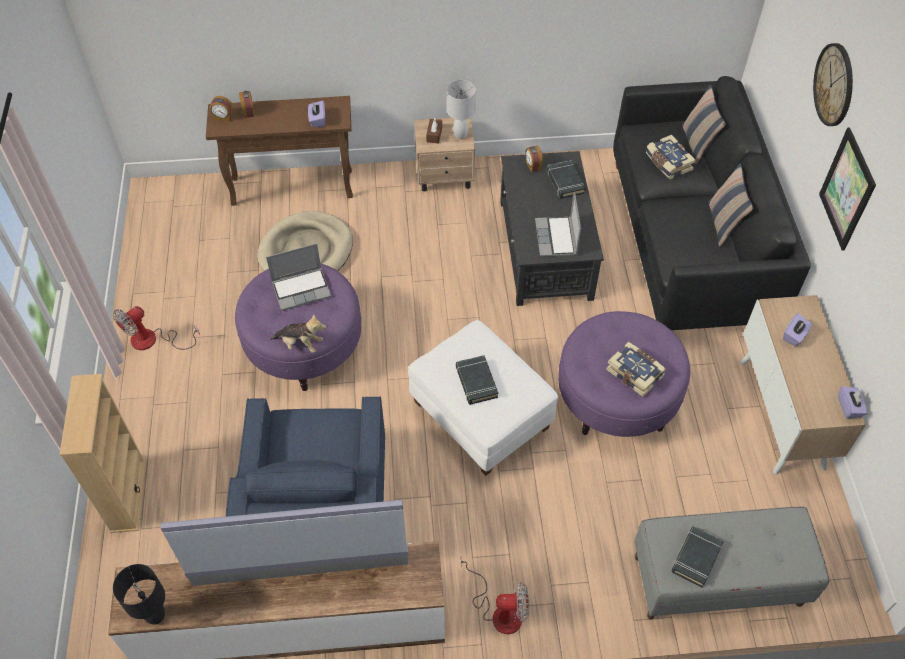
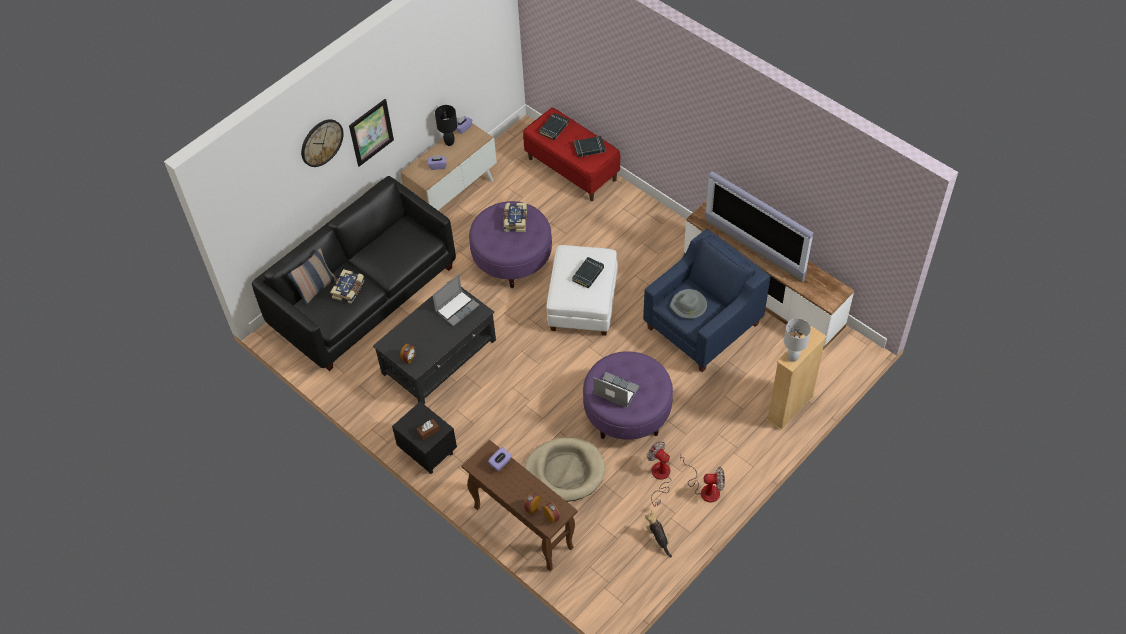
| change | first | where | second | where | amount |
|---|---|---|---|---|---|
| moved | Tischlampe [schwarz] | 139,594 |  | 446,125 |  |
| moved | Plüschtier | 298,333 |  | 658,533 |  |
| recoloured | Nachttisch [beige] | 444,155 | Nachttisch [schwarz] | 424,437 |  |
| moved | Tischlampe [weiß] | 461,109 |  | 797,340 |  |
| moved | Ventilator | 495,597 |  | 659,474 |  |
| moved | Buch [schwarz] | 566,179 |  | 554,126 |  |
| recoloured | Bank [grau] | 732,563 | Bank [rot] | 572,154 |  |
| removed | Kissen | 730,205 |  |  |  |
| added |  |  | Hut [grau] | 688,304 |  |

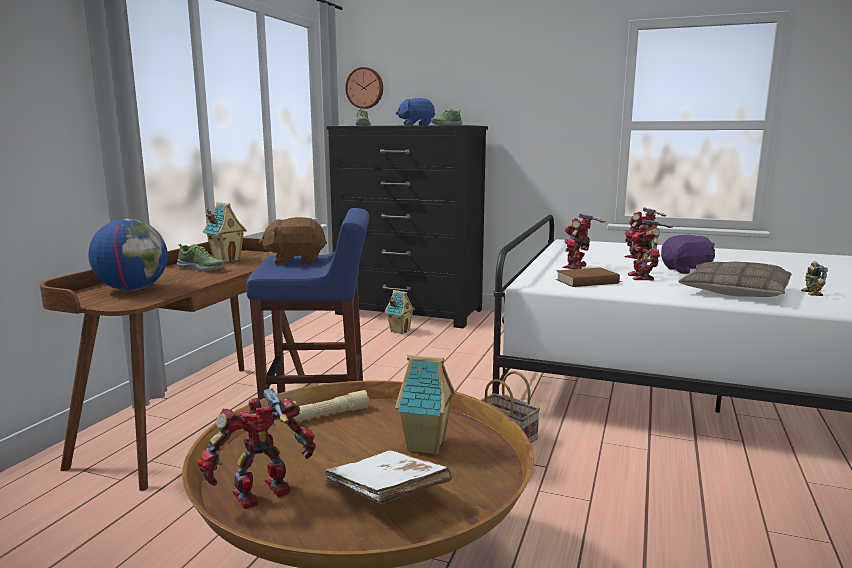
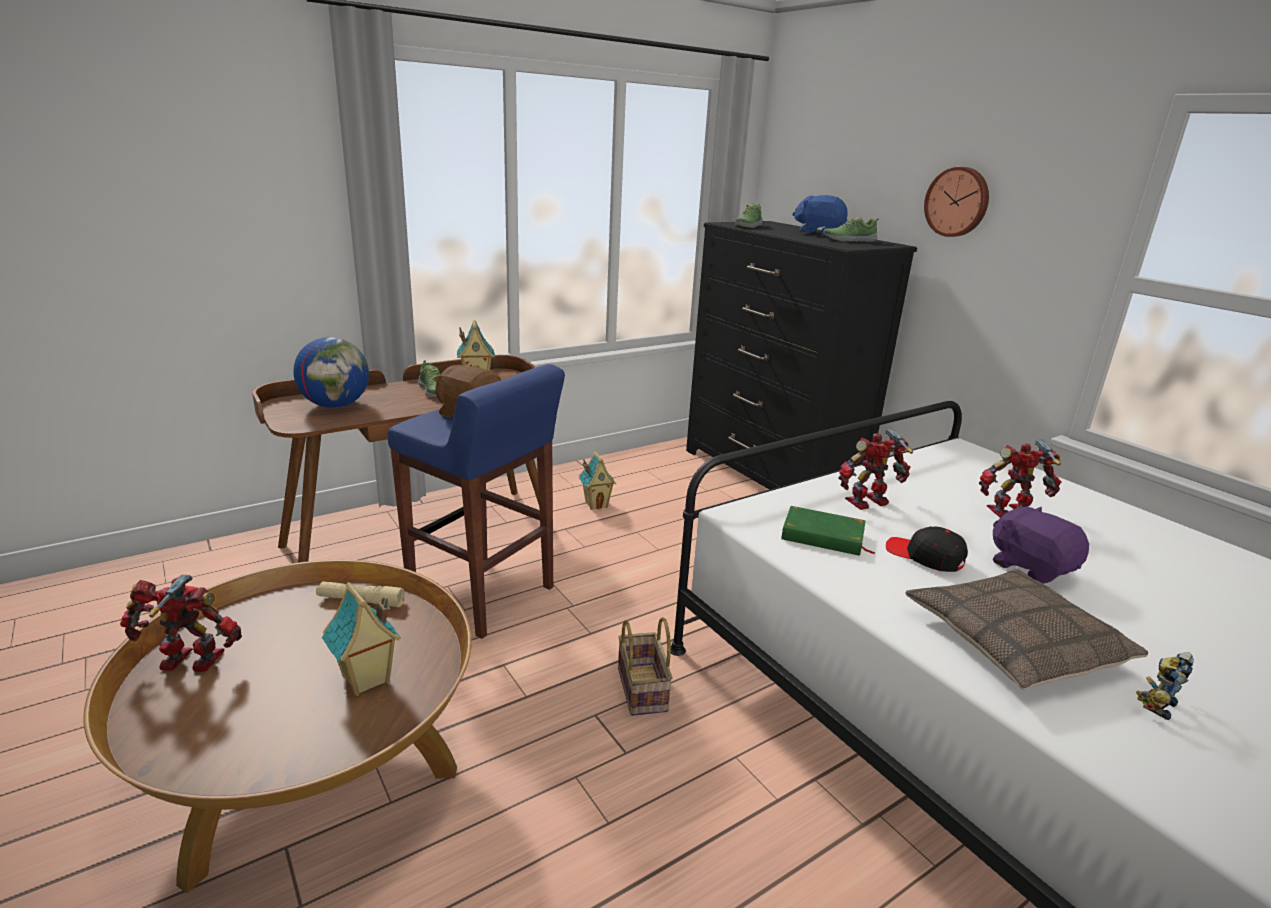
| change | first | where | second | where | amount |
|---|---|---|---|---|---|
| removed | Buch [weiß] | 388,477 |  |  |  |
| moved | Wanduhr | 364,88 |  | 956,202 |  |
| moved | Spielzeughaus | 400,312 |  | 597,480 |  |
| recoloured | Buch [braun] | 589,277 | Buch [grün] | 828,531 |  |
| replaced | Spielzeugroboter | 650,249 | Kappe [schwarz] | 927,549 |  |
| turned | Plüschtier [lila] | 688,254 |  | 1041,545 | 150 degrees counterclockwise |

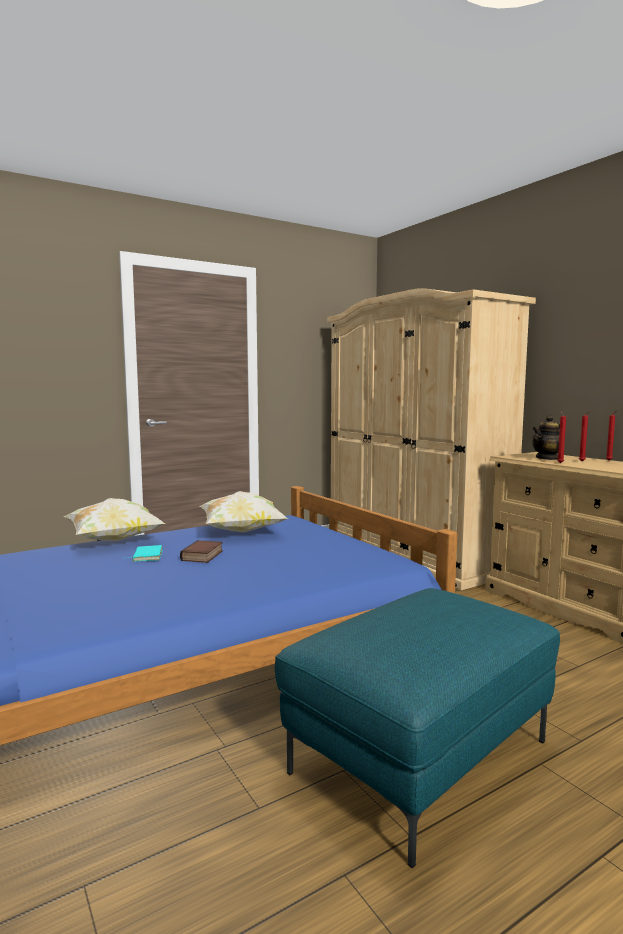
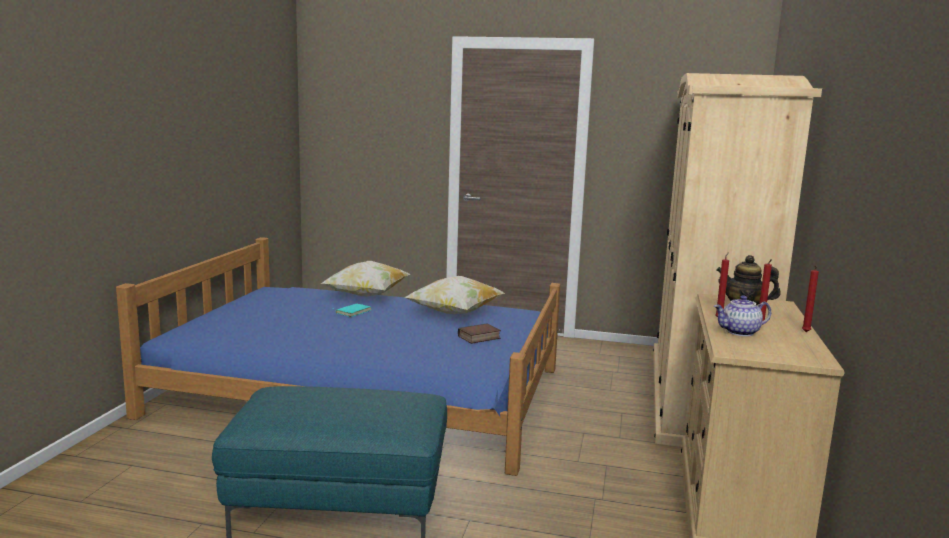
| change | first | where | second | where | amount |
|---|---|---|---|---|---|
| moved | Buch | 201,551 |  | 479,334 |  |
| added |  |  | Teekanne | 742,315 |  |

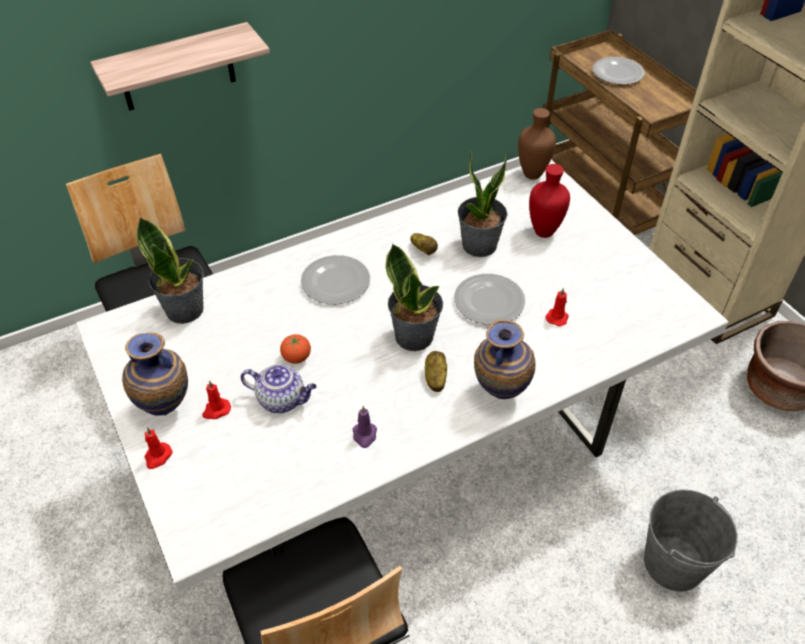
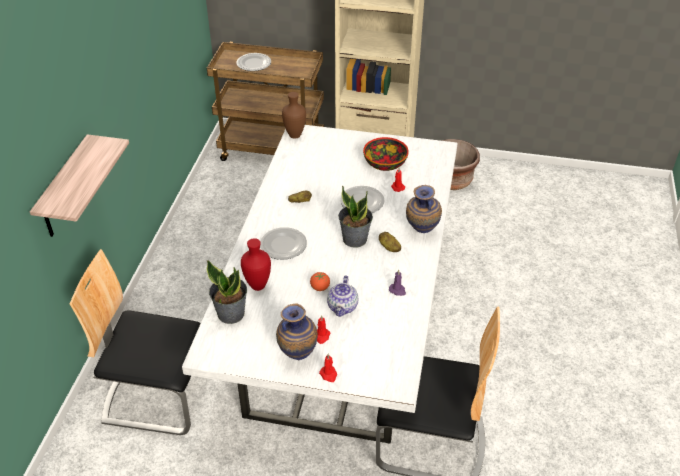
| change | first | where | second | where | amount |
|---|---|---|---|---|---|
| turned | Teekanne | 278,388 |  | 343,296 | 135 degrees clockwise |
| removed | Topfpflanze | 483,204 |  |  |  |
| moved | Vase [rot] | 549,201 |  | 256,264 |  |
| removed | Eimer [grau] | 691,541 |  |  |  |
| added |  |  | Schüssel | 386,154 |  |

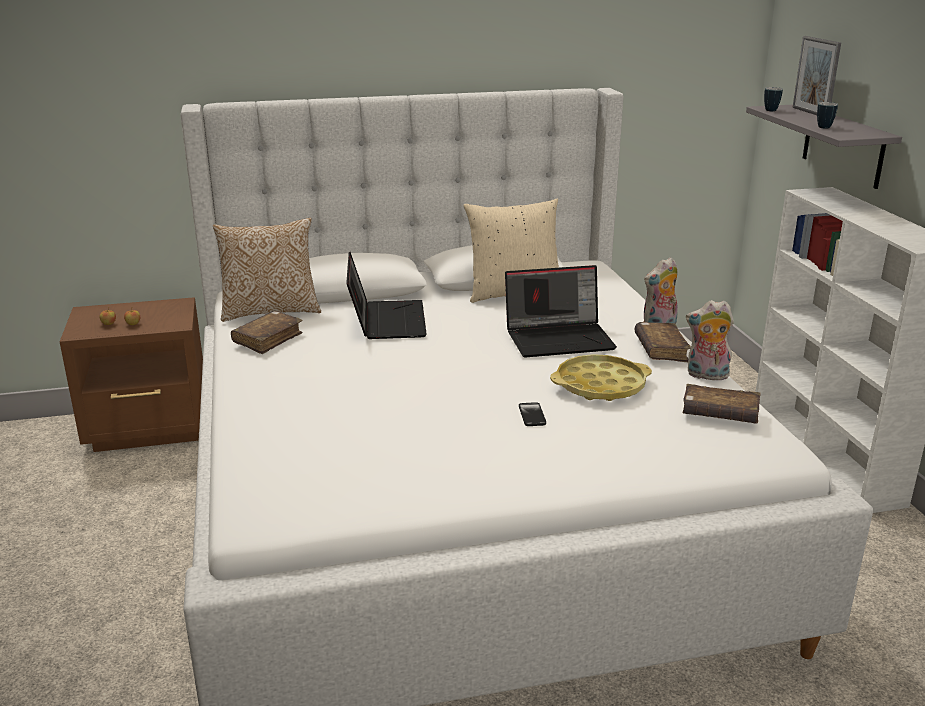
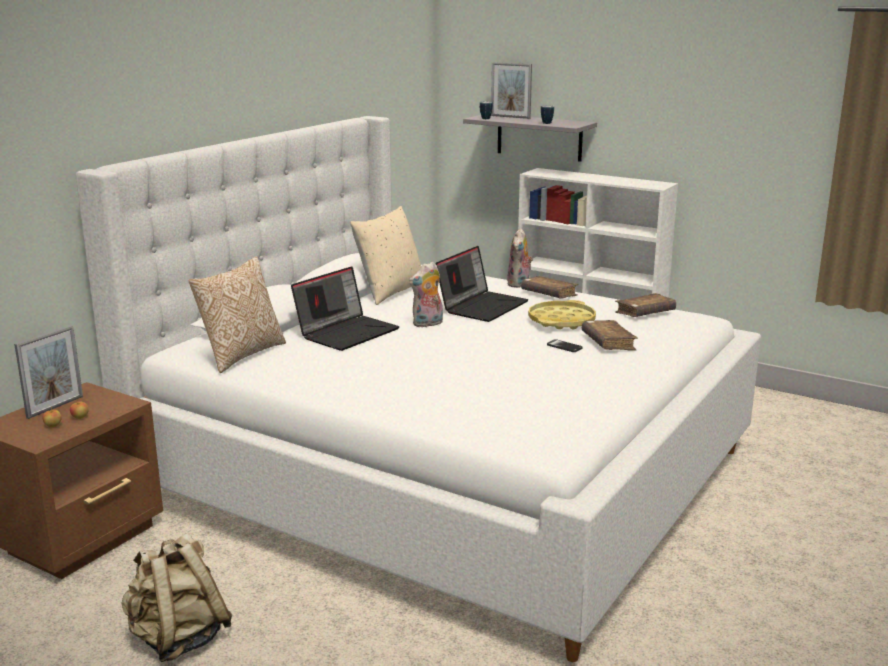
| change | first | where | second | where | amount |
|---|---|---|---|---|---|
| moved | Buch [braun] | 267,332 |  | 610,335 |  |
| turned | Laptop | 386,295 |  | 345,308 | 90 degrees clockwise |
| moved | Plüschtier | 710,340 |  | 426,294 |  |
| added |  |  | Bilderrahmen | 48,372 |  |
| added |  |  | Rucksack [beige] | 177,597 |  |

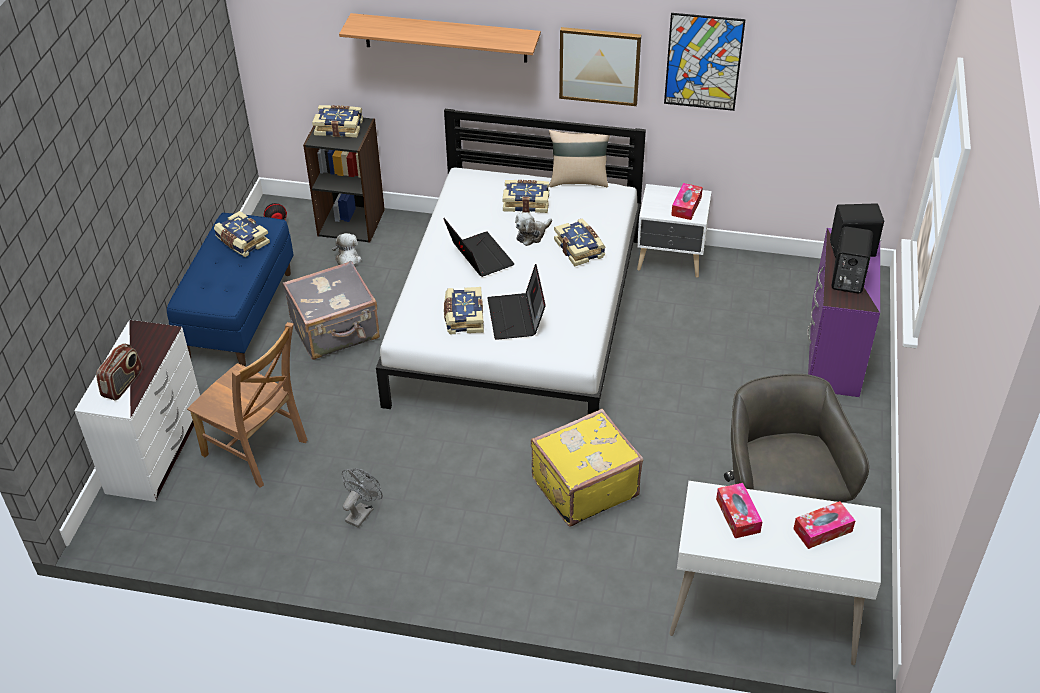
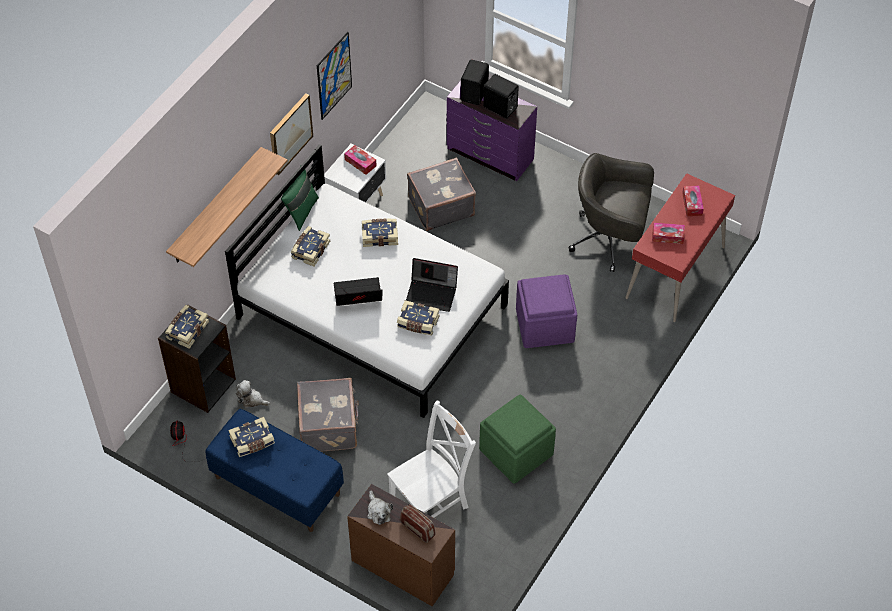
| change | first | where | second | where | amount |
|---|---|---|---|---|---|
| recoloured | Kommode [weiß] | 137,411 | Kommode [braun] | 401,545 |  |
| recoloured | Stuhl [braun] | 247,405 | Stuhl [weiß] | 431,459 |  |
| replaced | Ventilator [grau] | 362,498 | Polsterhocker [grün] | 517,439 |  |
| moved | Plüschtier | 533,229 |  | 380,507 |  |
| replaced | Koffer [gelb] | 587,468 | Polsterhocker [lila] | 546,311 |  |
| recoloured | Kissen [beige] | 579,158 | Kissen [grün] | 300,200 |  |
| recoloured | Schreibtisch [weiß] | 775,573 | Schreibtisch [rot] | 680,247 |  |
| added |  |  | Koffer [grau] | 441,194 |  |

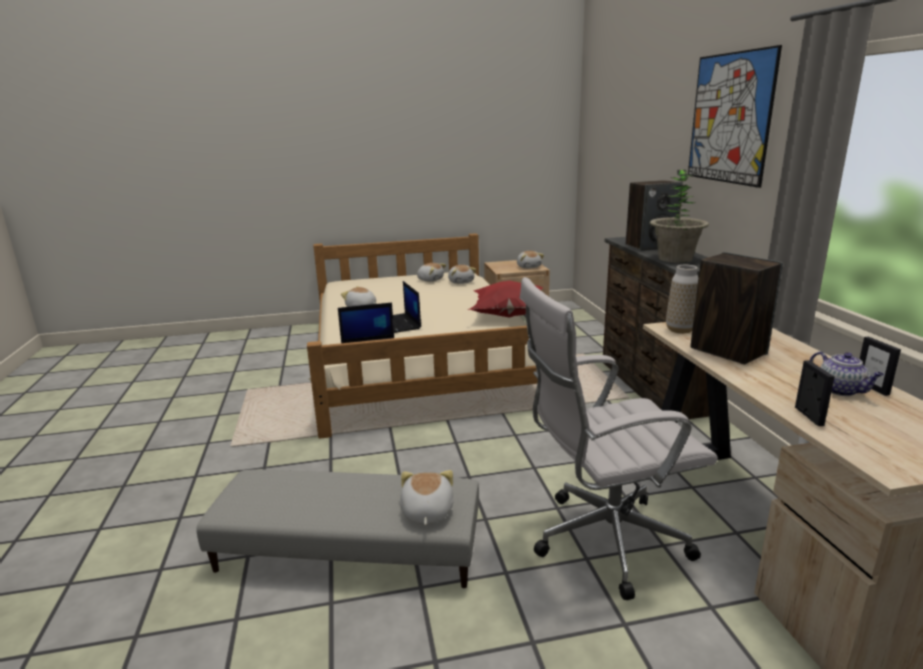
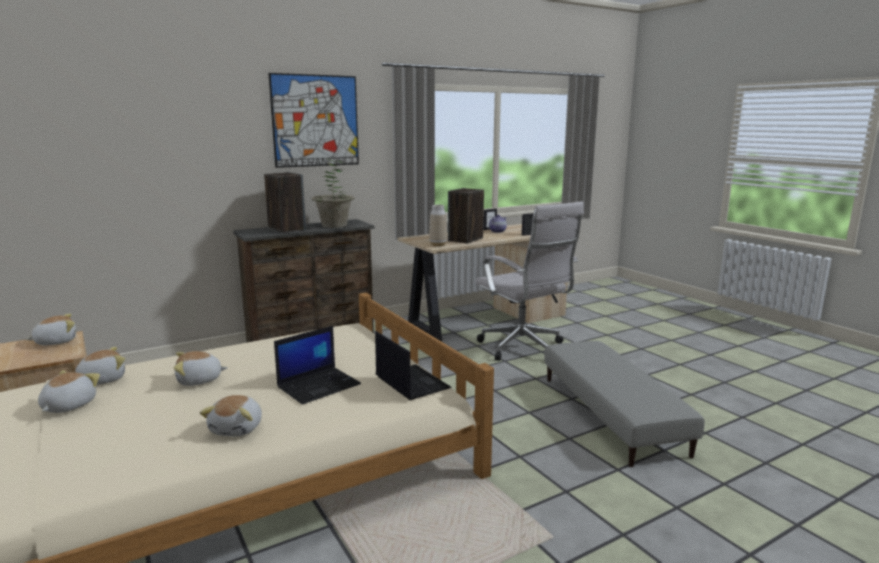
| change | first | where | second | where | amount |
|---|---|---|---|---|---|
| moved | Plüschtier | 426,497 |  | 201,368 |  |
| removed | Kissen [rot] | 505,299 |  |  |  |

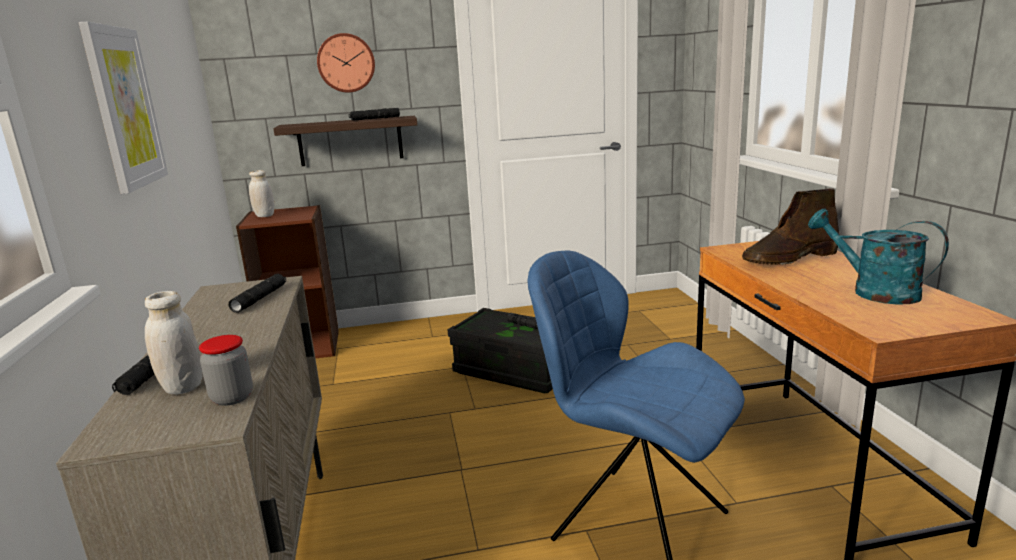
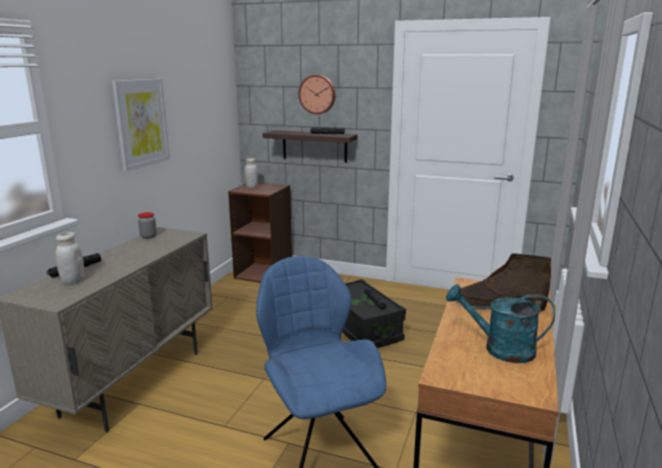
| change | first | where | second | where | amount |
|---|---|---|---|---|---|
| moved | Vorratsglas | 226,370 |  | 147,225 |  |
| removed | Taschenlampe [schwarz] | 257,293 |  |  |  |
| turned | Gießkanne [türkis] | 878,257 |  | 500,323 | 60 degrees counterclockwise |

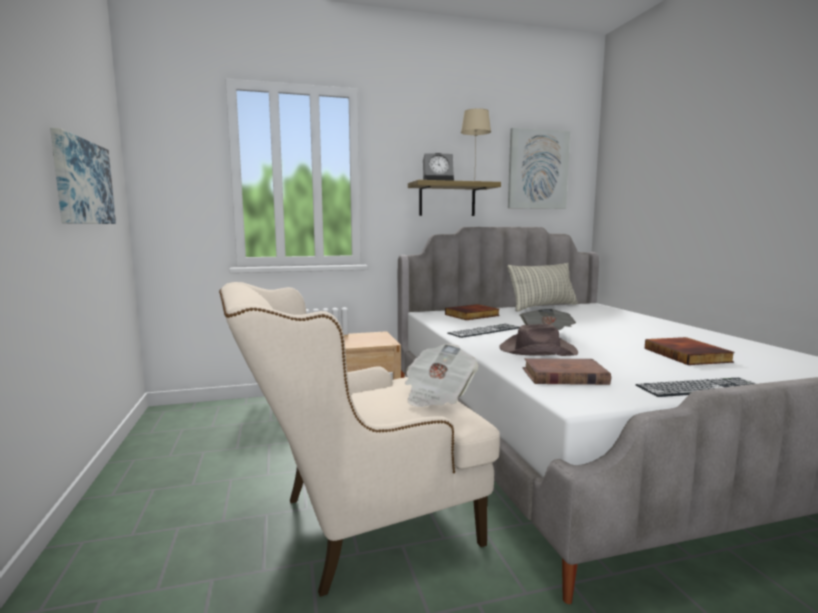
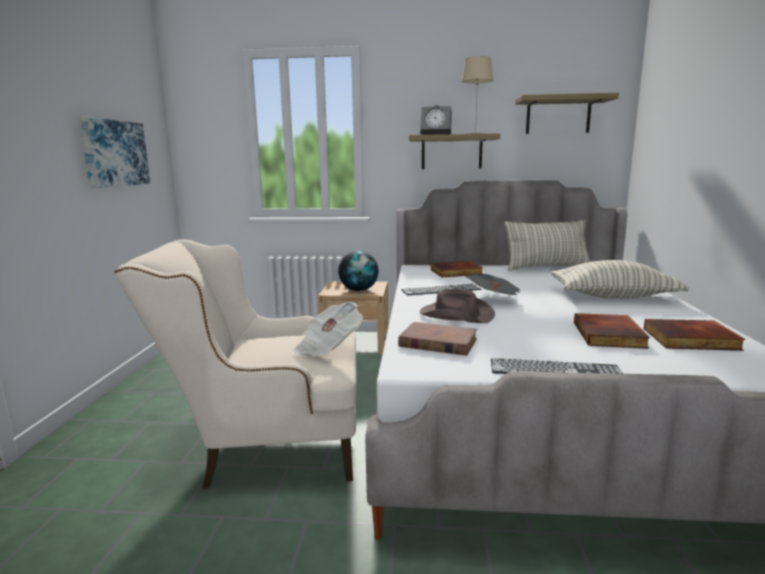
| change | first | where | second | where | amount |
|---|---|---|---|---|---|
| replaced | Bild | 539,168 | Wandregal | 567,113 |  |
| added |  |  | Globus | 358,271 |  |
| added |  |  | Kissen | 620,279 |  |
| added |  |  | Buch | 694,335 |  |

